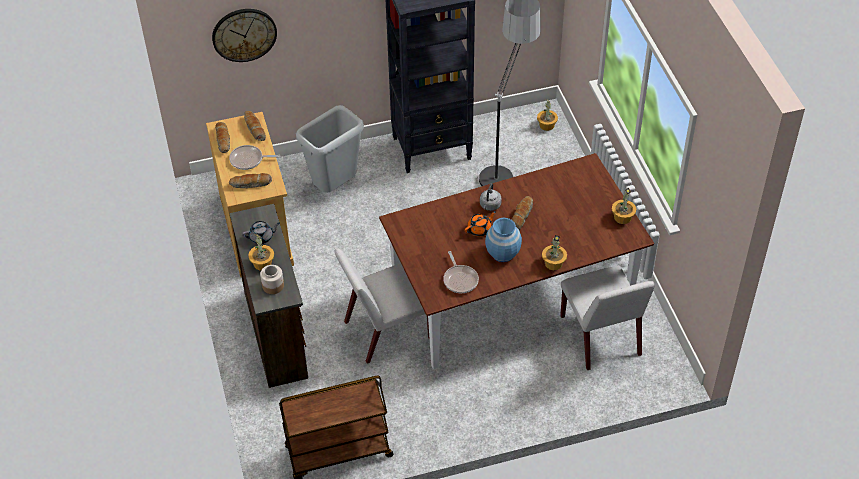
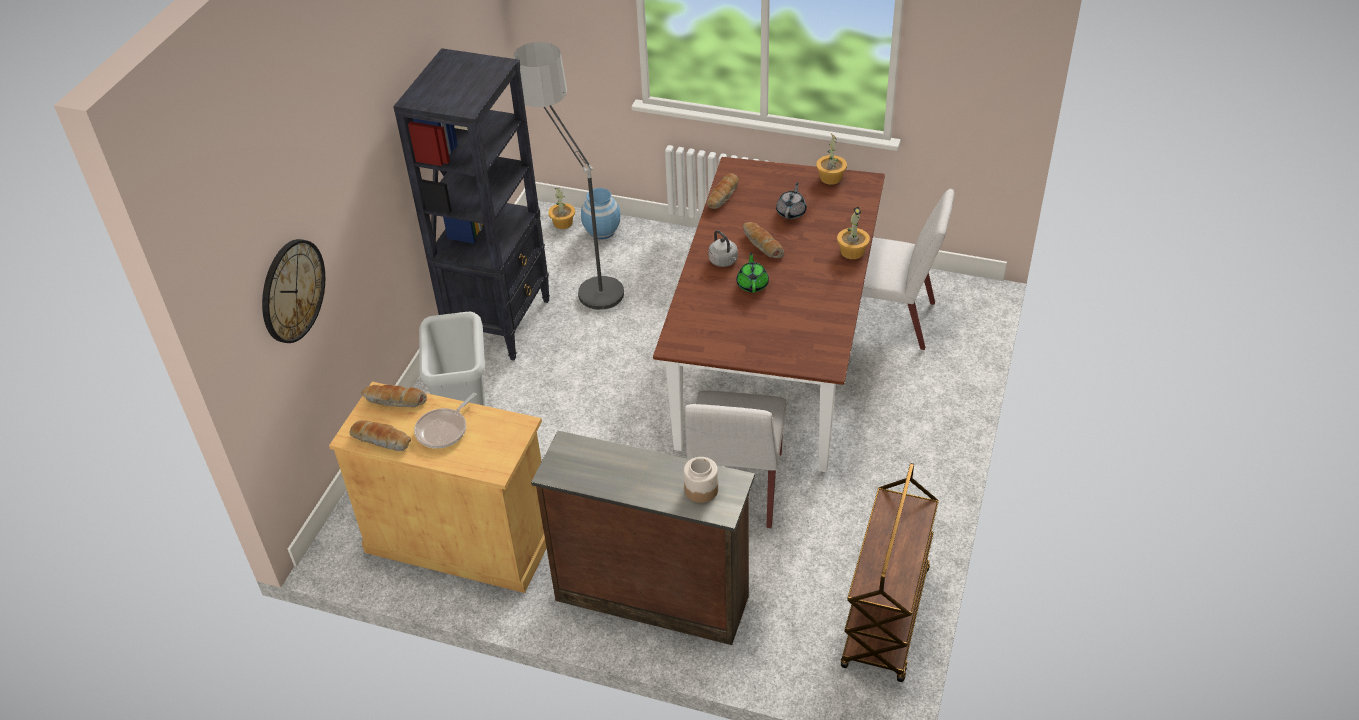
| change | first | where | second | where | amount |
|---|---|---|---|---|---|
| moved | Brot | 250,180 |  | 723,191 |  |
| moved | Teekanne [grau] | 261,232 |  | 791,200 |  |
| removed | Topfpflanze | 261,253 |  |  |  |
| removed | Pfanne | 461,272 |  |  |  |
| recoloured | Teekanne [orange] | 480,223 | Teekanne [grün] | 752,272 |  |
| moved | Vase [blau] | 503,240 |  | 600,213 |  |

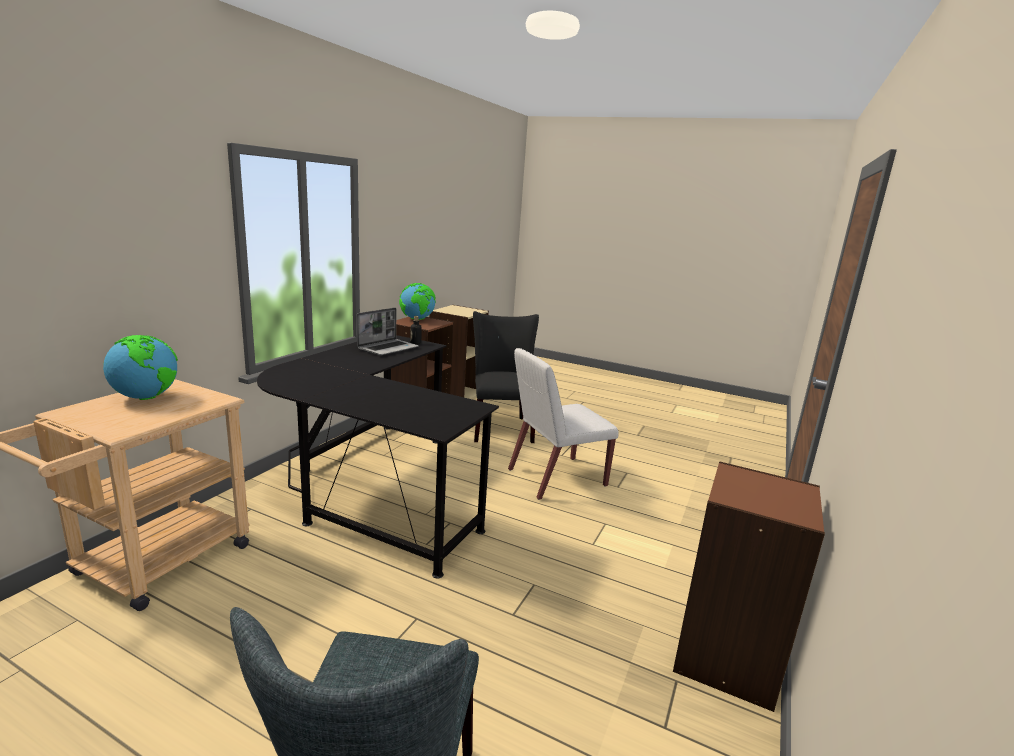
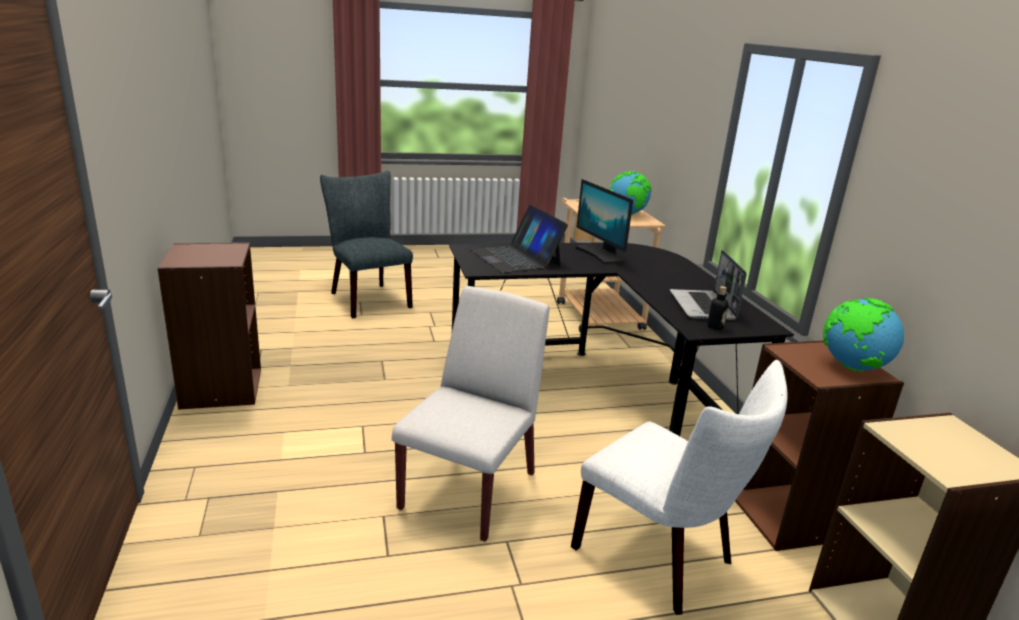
| change | first | where | second | where | amount |
|---|---|---|---|---|---|
| recoloured | Stuhl [schwarz] | 506,377 | Stuhl [weiß] | 679,487 |  |
| added |  |  | Laptop | 519,239 |  |
| added |  |  | Monitor | 604,221 |  |

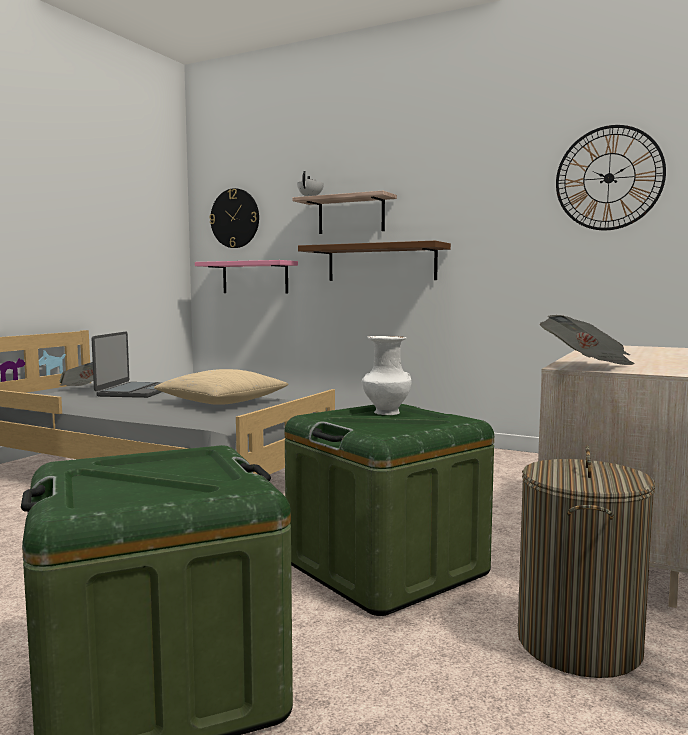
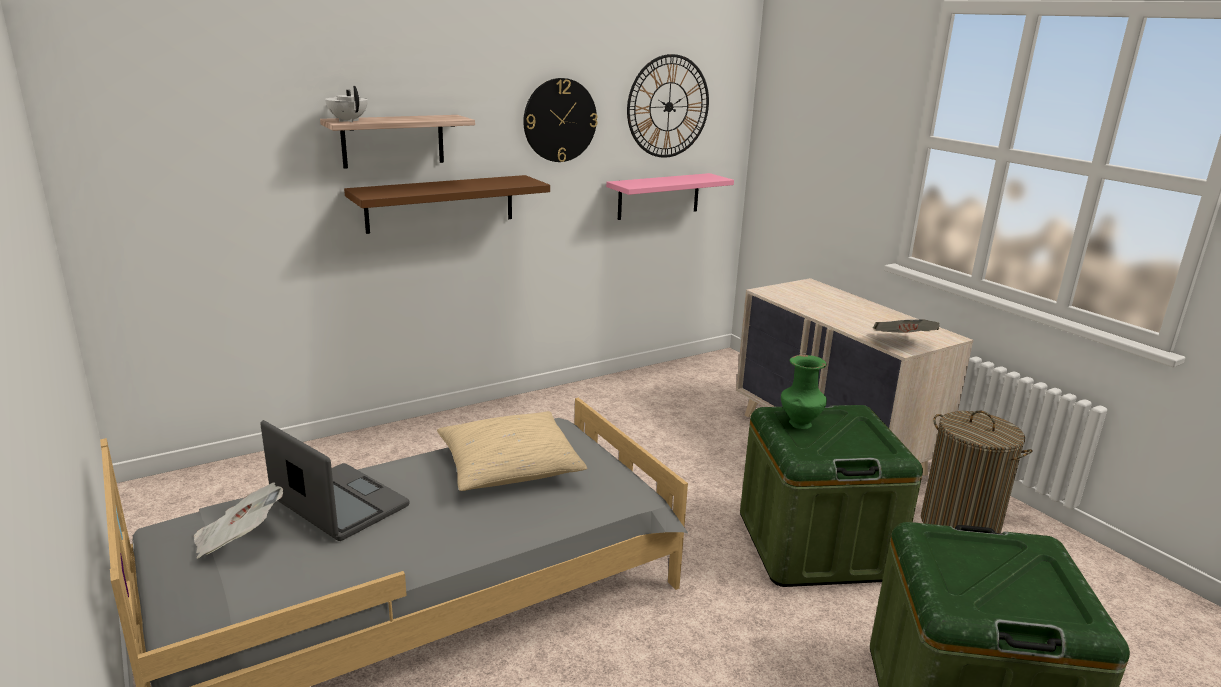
| change | first | where | second | where | amount |
|---|---|---|---|---|---|
| moved | Wandregal [rosa] | 246,276 |  | 670,196 |  |
| moved | Wanduhr | 234,218 |  | 560,120 |  |
| recoloured | Vase [weiß] | 386,375 | Vase [grün] | 804,392 |  |

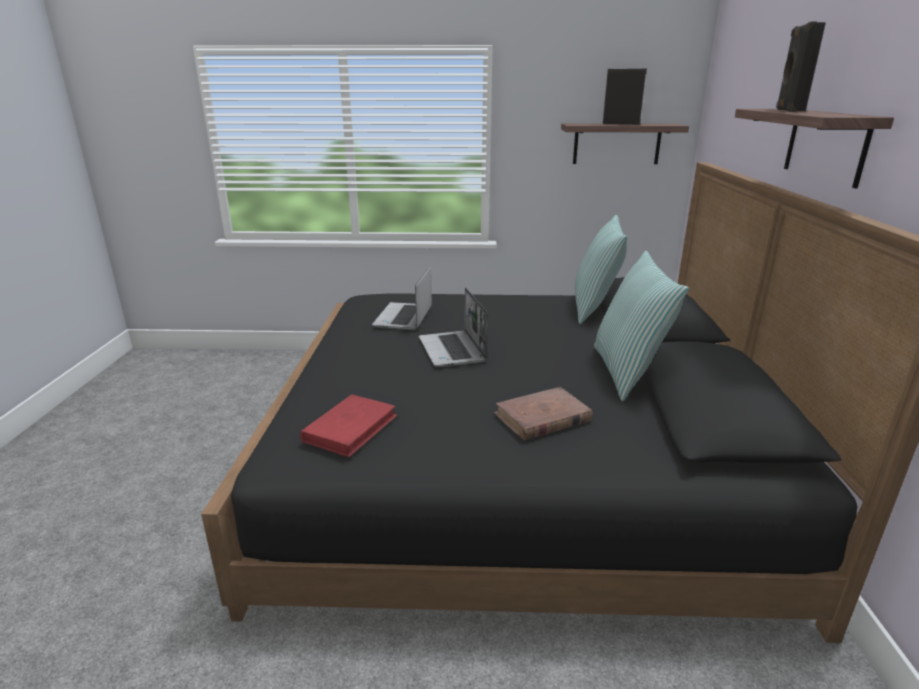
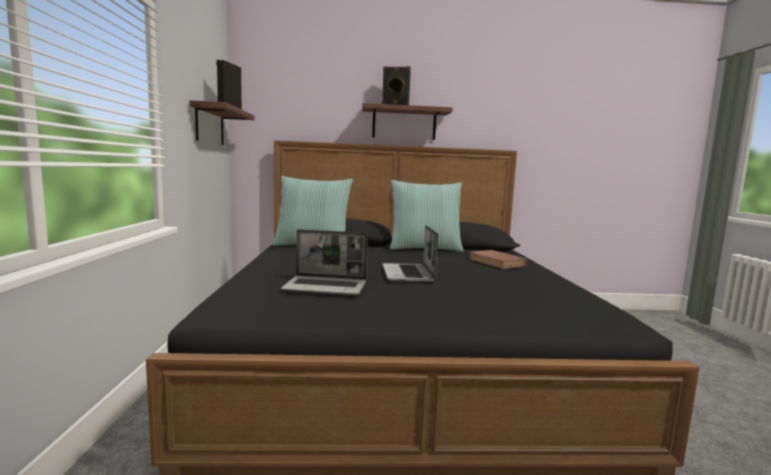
| change | first | where | second | where | amount |
|---|---|---|---|---|---|
| removed | Buch [rot] | 349,425 |  |  |  |
| turned | Laptop | 453,327 |  | 410,254 | 105 degrees clockwise |

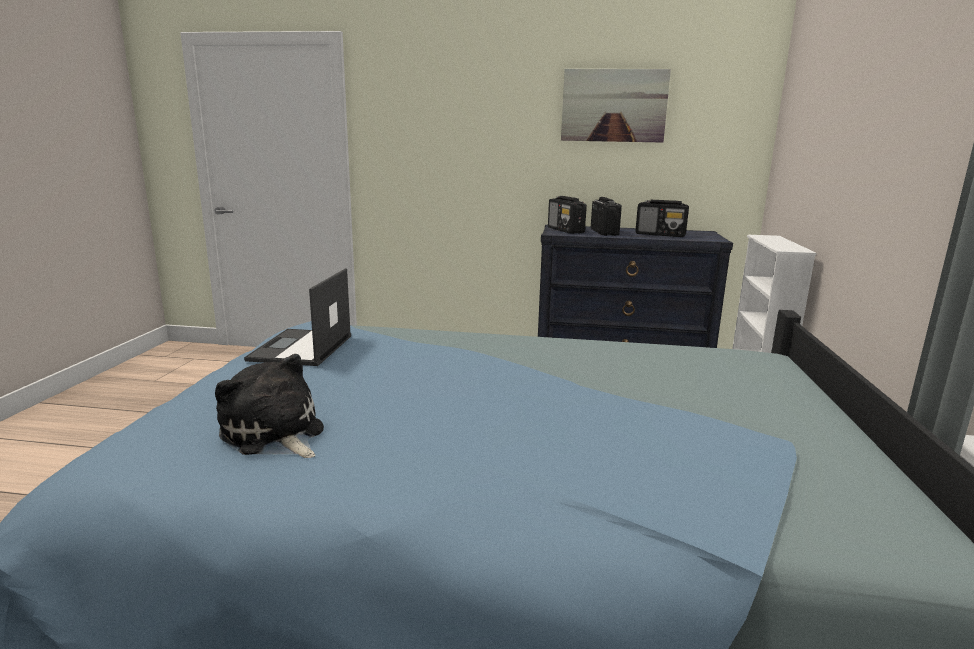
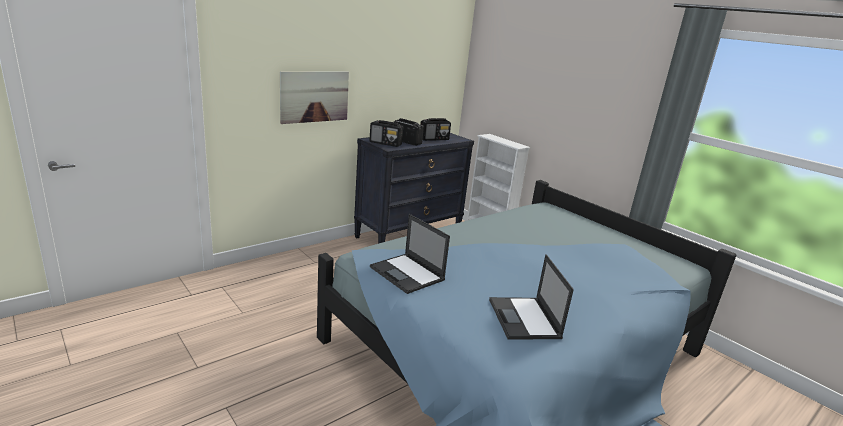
| change | first | where | second | where | amount |
|---|---|---|---|---|---|
| replaced | Plüschtier | 269,406 | Laptop | 531,296 |  |
| moved | Bild | 616,106 |  | 314,97 |  |

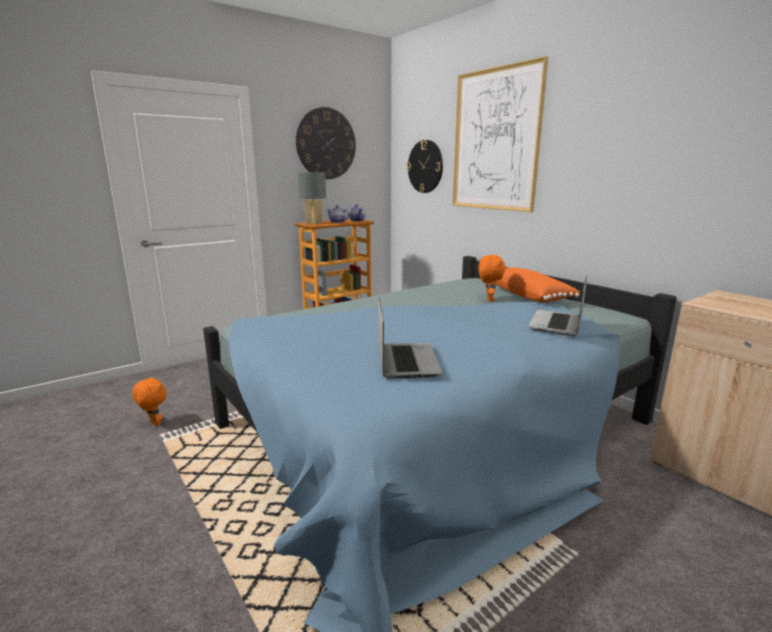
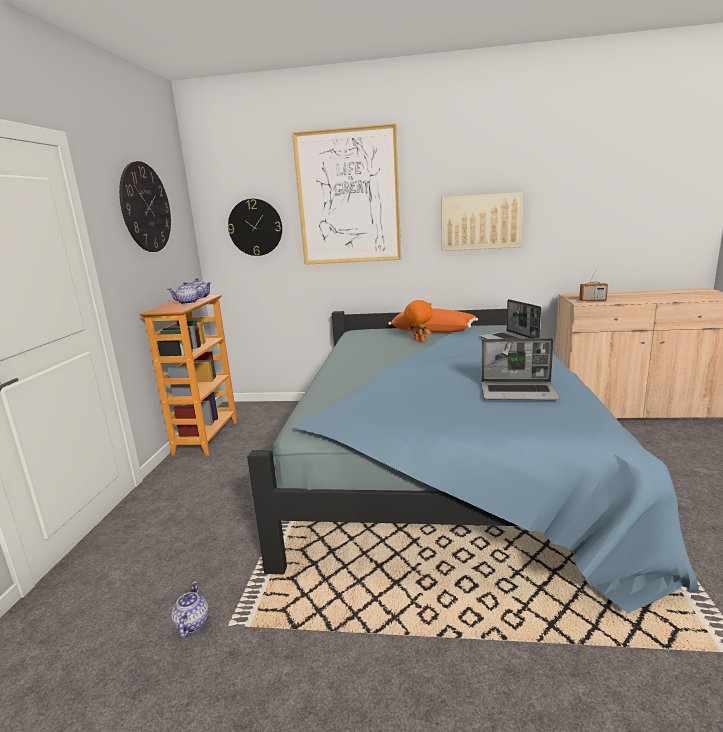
| change | first | where | second | where | amount |
|---|---|---|---|---|---|
| replaced | Plüschtier [orange] | 149,401 | Teekanne | 190,609 |  |
| removed | Tischlampe [grau] | 312,198 |  |  |  |
| turned | Laptop | 410,338 |  | 520,369 | 150 degrees clockwise |
| added |  |  | Bild | 482,221 |  |
| added |  |  | Radio | 593,283 |  |

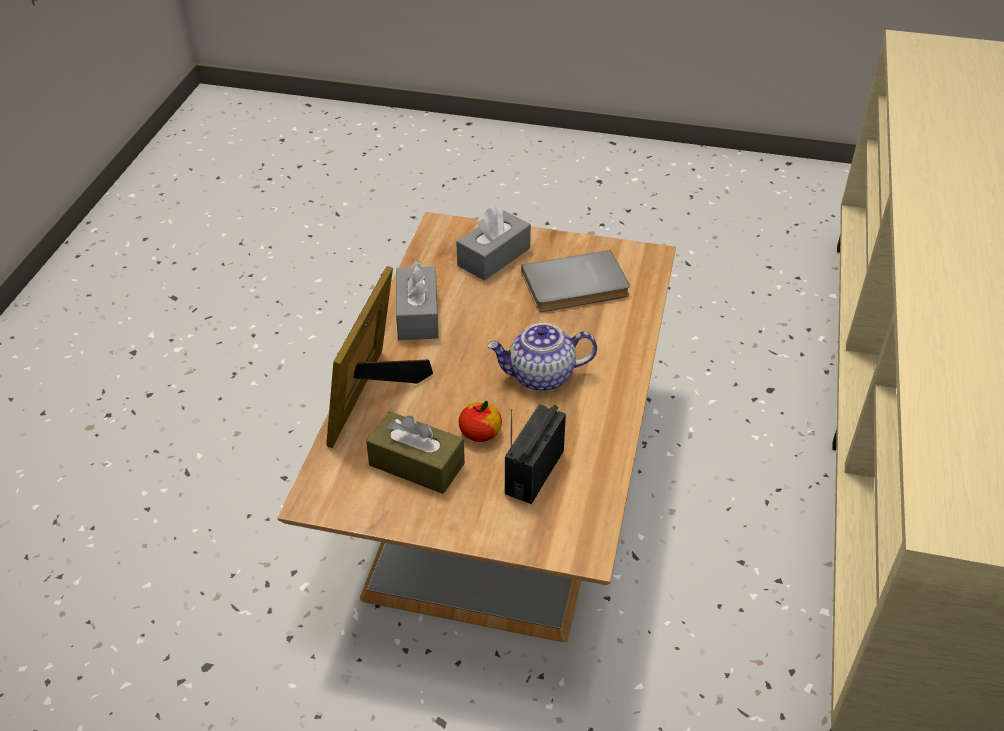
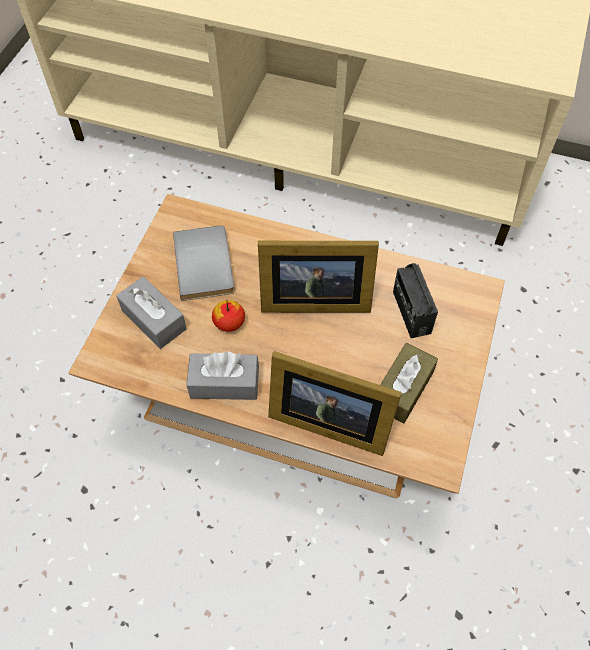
| change | first | where | second | where | amount |
|---|---|---|---|---|---|
| moved | Apfel | 480,421 |  | 228,316 |  |
| replaced | Teekanne | 542,357 | Bilderrahmen | 318,277 |  |
| turned | Radio | 535,454 |  | 415,300 | 45 degrees clockwise |

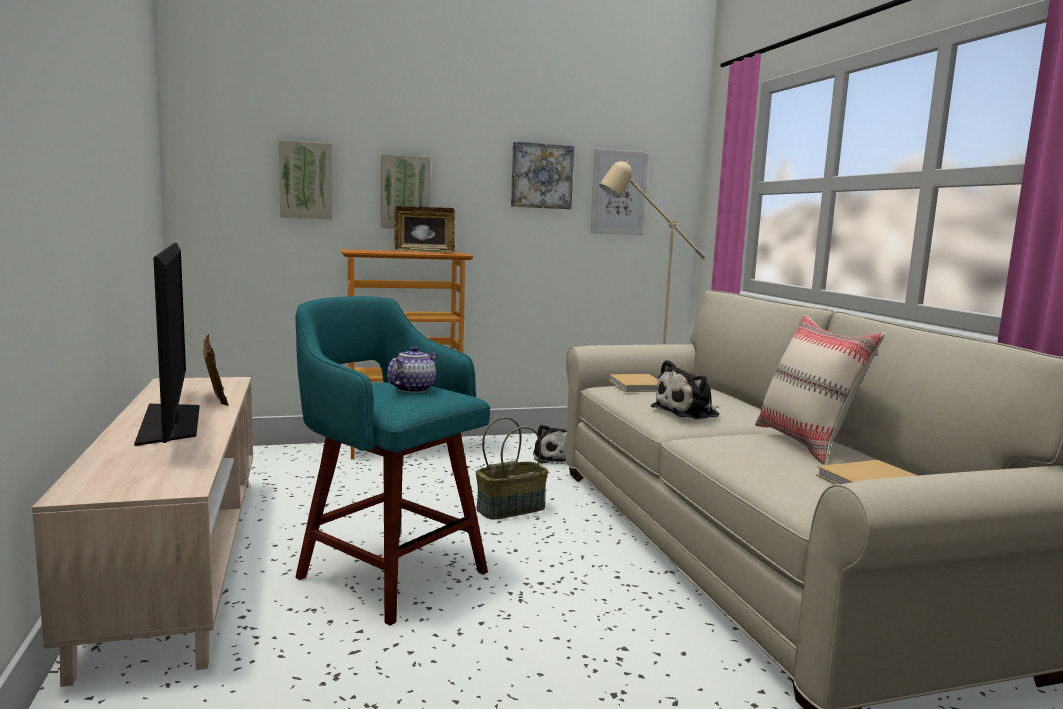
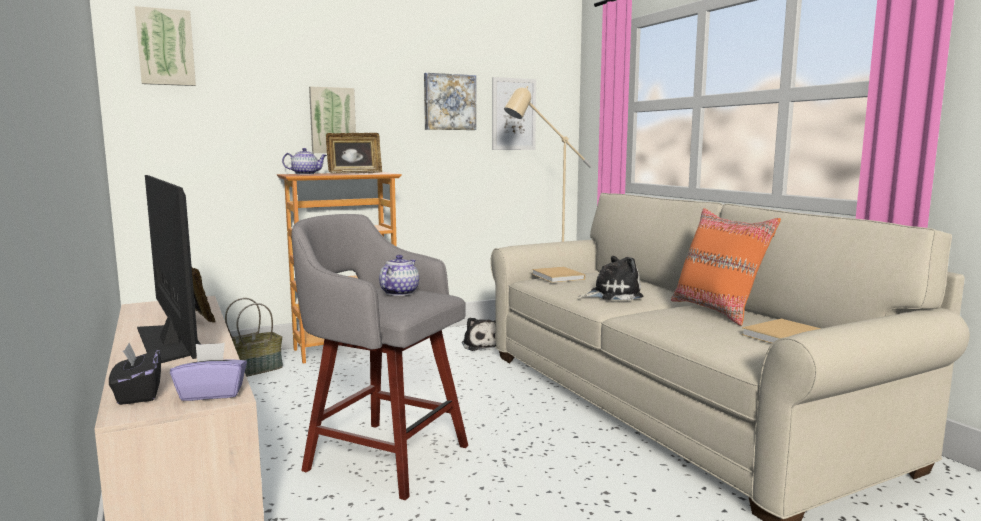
| change | first | where | second | where | amount |
|---|---|---|---|---|---|
| moved | Bild | 305,179 |  | 165,46 |  |
| recoloured | Hocker [türkis] | 392,461 | Hocker [grau] | 379,357 |  |
| moved | Korb | 512,468 |  | 254,337 |  |
| turned | Plüschtier | 685,389 |  | 610,278 | 150 degrees counterclockwise |
| recoloured | Kissen [beige] | 820,389 | Kissen [orange] | 726,267 |  |
| added |  |  | Taschentuchbox [schwarz] | 135,374 |  |
| added |  |  | Taschentuchbox [lila] | 208,372 |  |
| added |  |  | Teekanne | 304,161 |  |

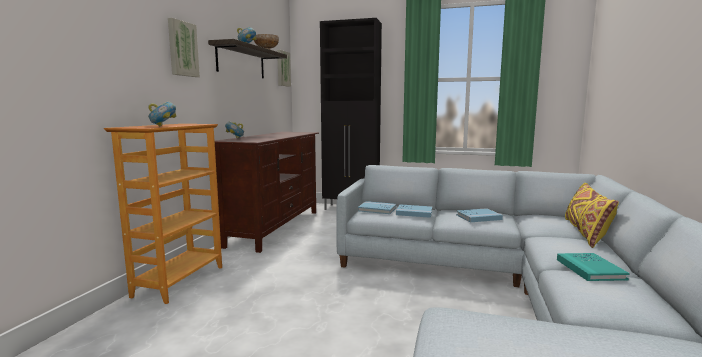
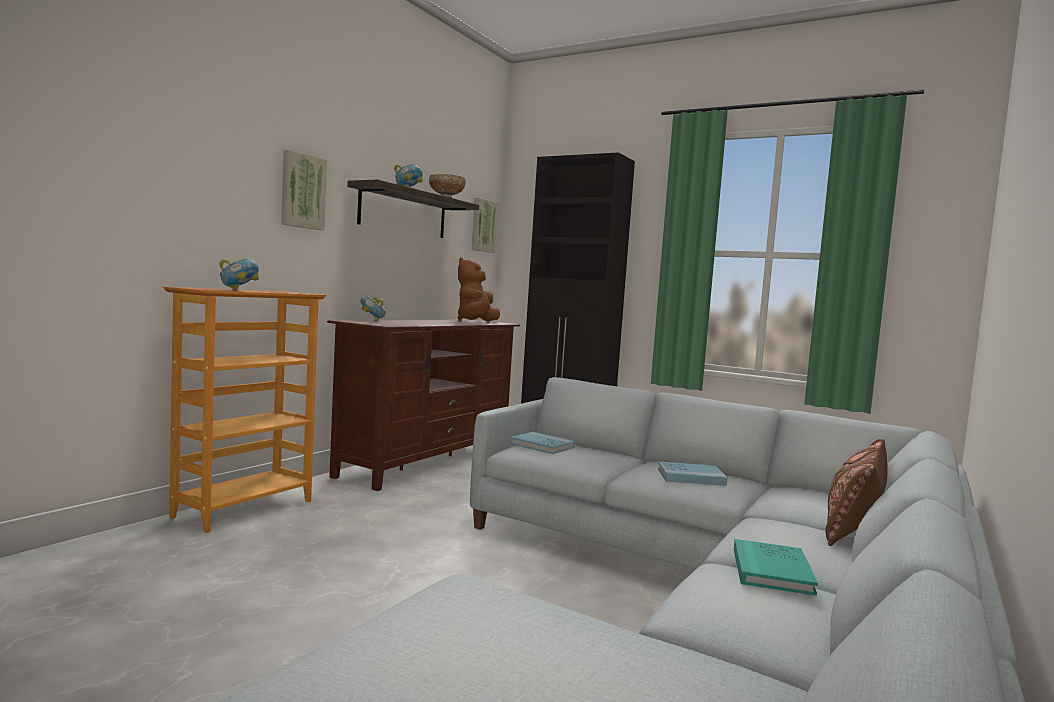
| change | first | where | second | where | amount |
|---|---|---|---|---|---|
| removed | Buch [blau] | 414,211 |  |  |  |
| recoloured | Kissen [gelb] | 592,215 | Kissen [braun] | 856,492 |  |
| added |  |  | Plüschtier [braun] | 479,289 |  |

